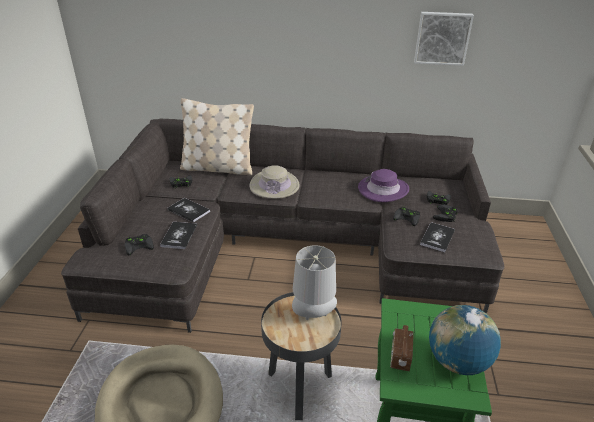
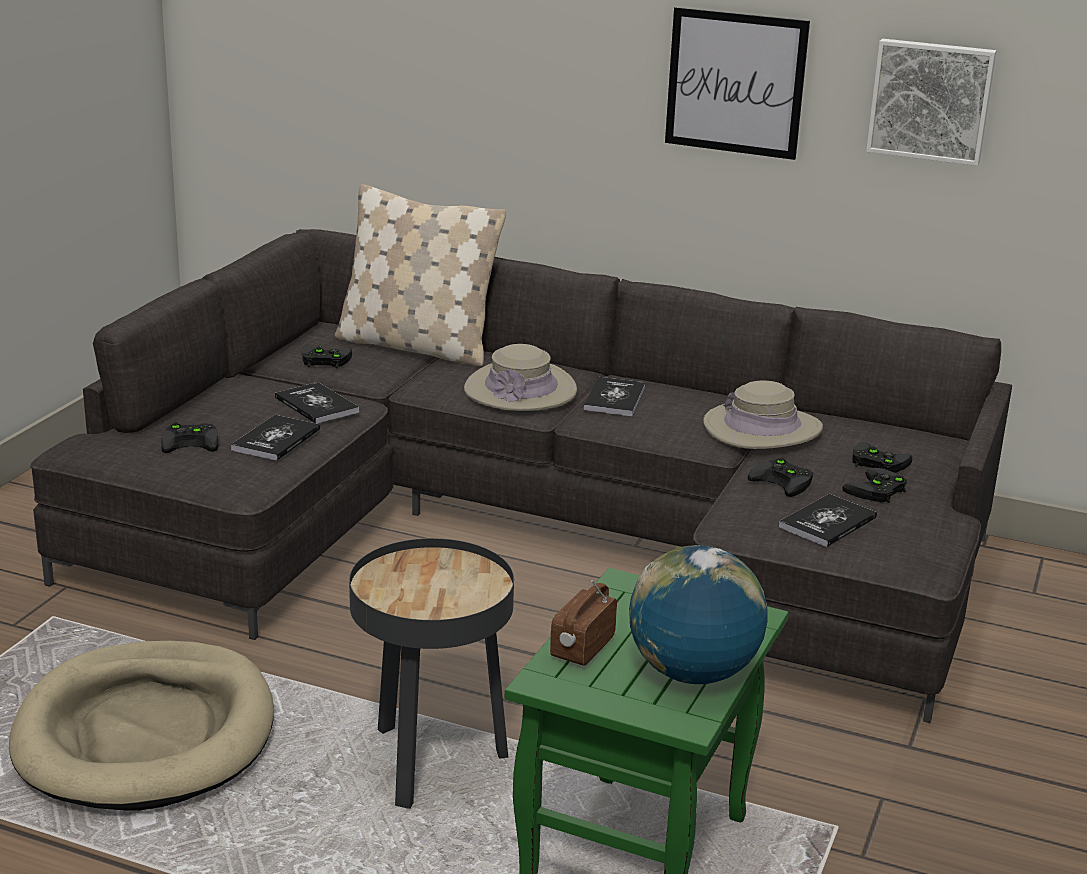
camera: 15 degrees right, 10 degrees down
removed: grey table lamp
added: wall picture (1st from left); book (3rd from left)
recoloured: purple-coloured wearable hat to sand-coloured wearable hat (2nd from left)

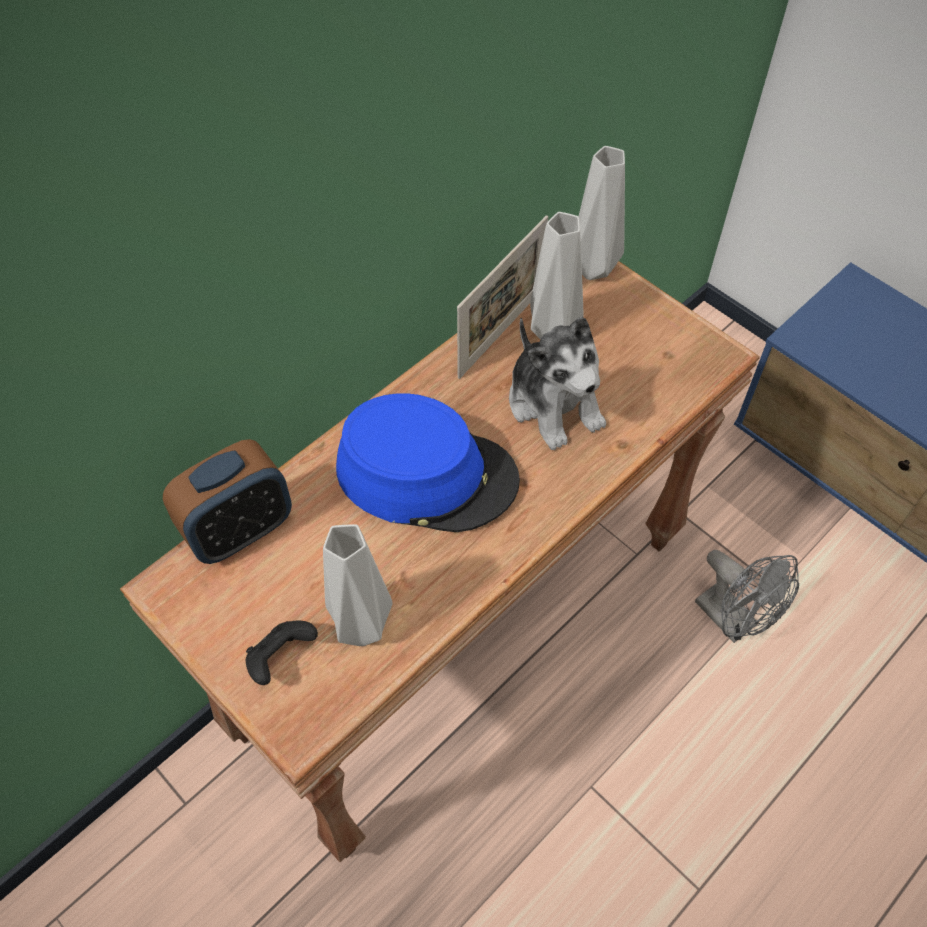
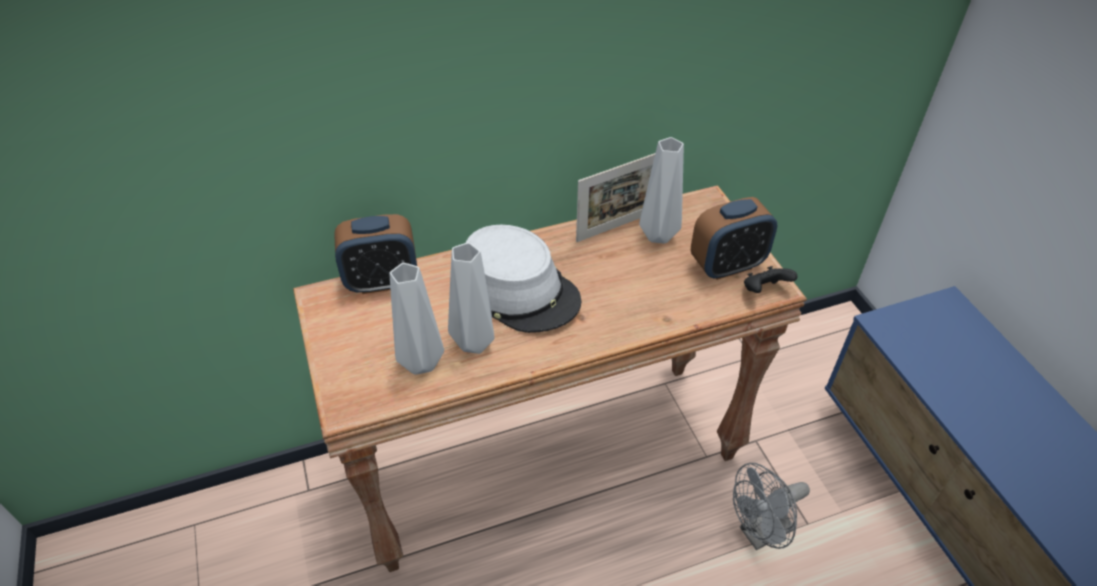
camera: 25 degrees right, 10 degrees down
removed: soft toy
added: bedside clock (2nd from left)
moved: grey flower vase (3rd from left in the first image) to grey flower vase (2nd from left); black gamepad
recoloured: bluish wearable hat to grey wearable hat
turned: grey cooling fan 75 degrees clockwise

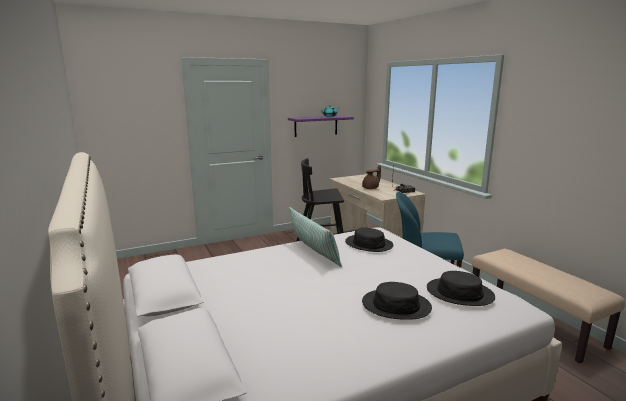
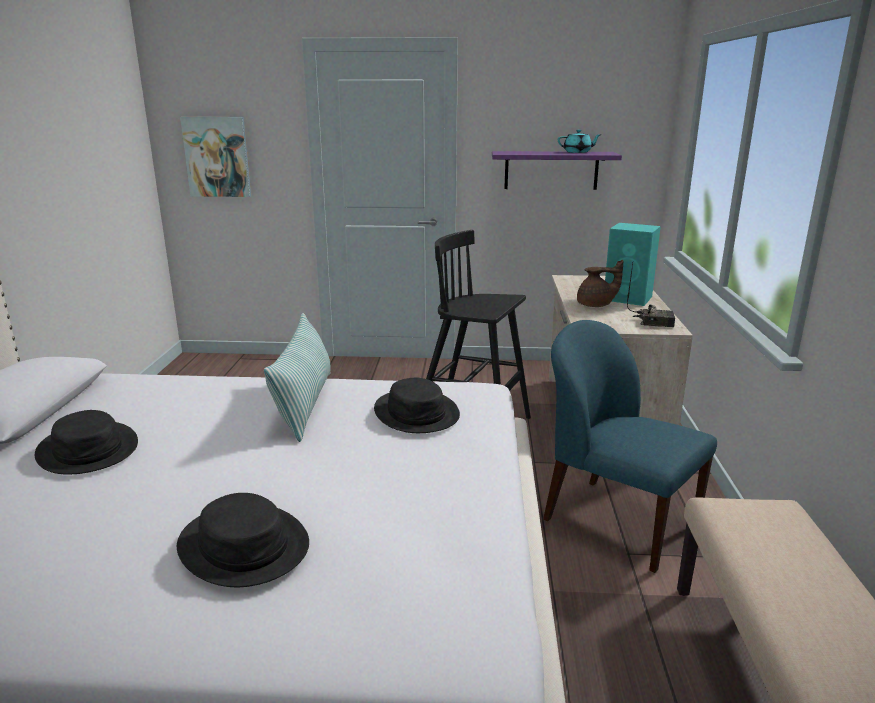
camera: 30 degrees right, 5 degrees up
added: wall picture; blue-green loudspeaker
moved: black wearable hat (3rd from left in the first image) to black wearable hat (1st from left)

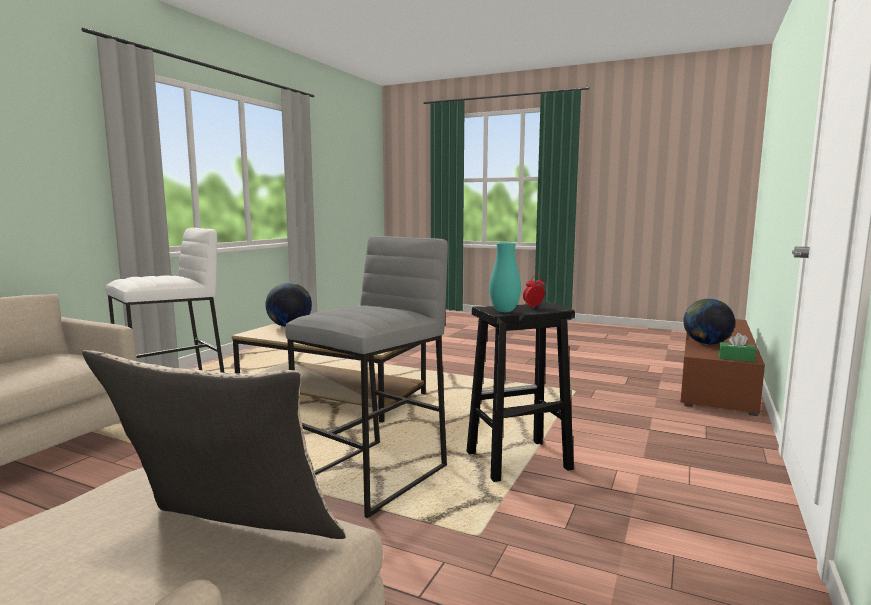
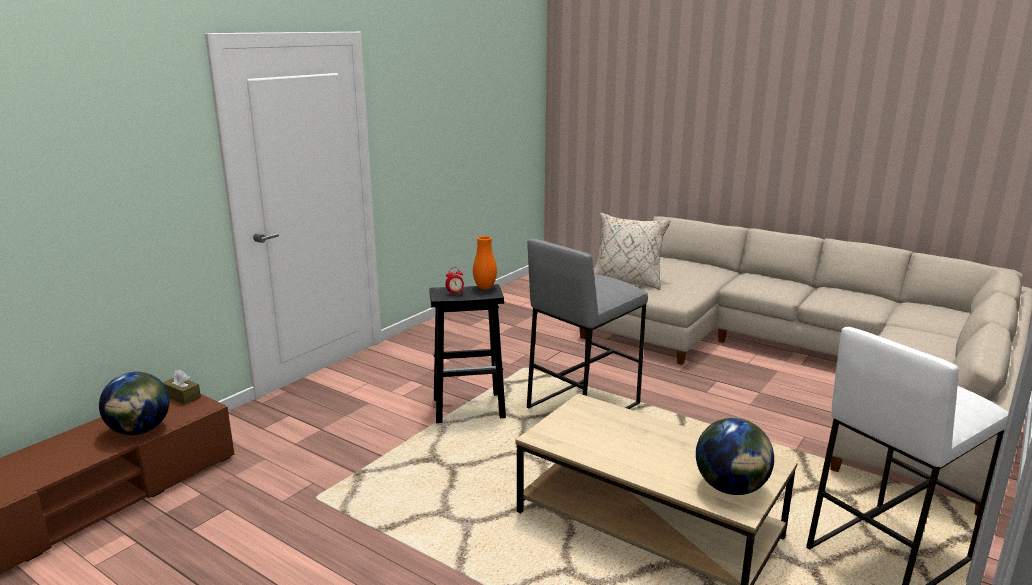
camera: 170 degrees left, 10 degrees up
recoloured: blue-green flower vase to orange flower vase; green box of tissues to brown box of tissues

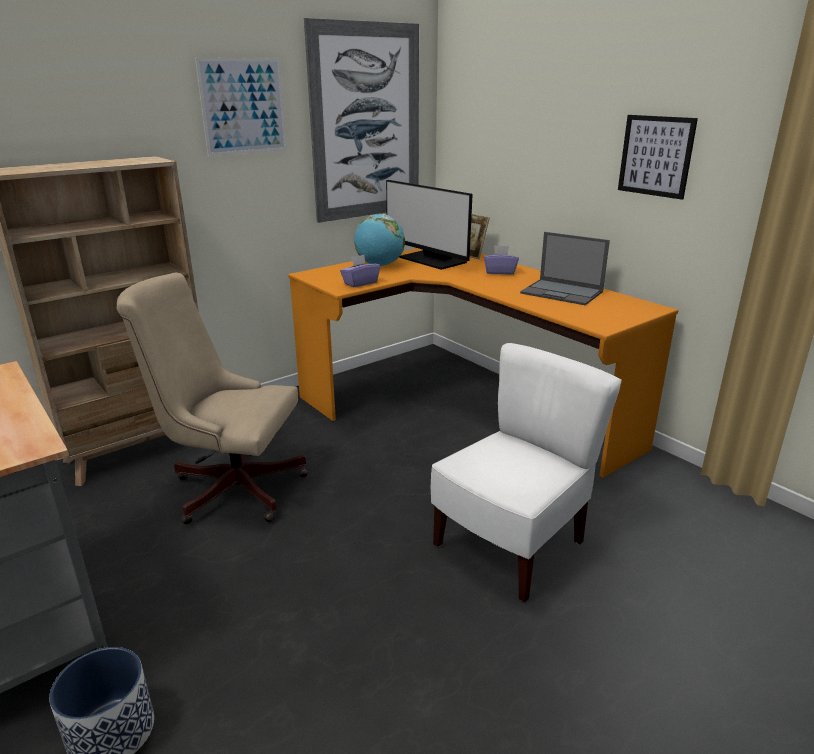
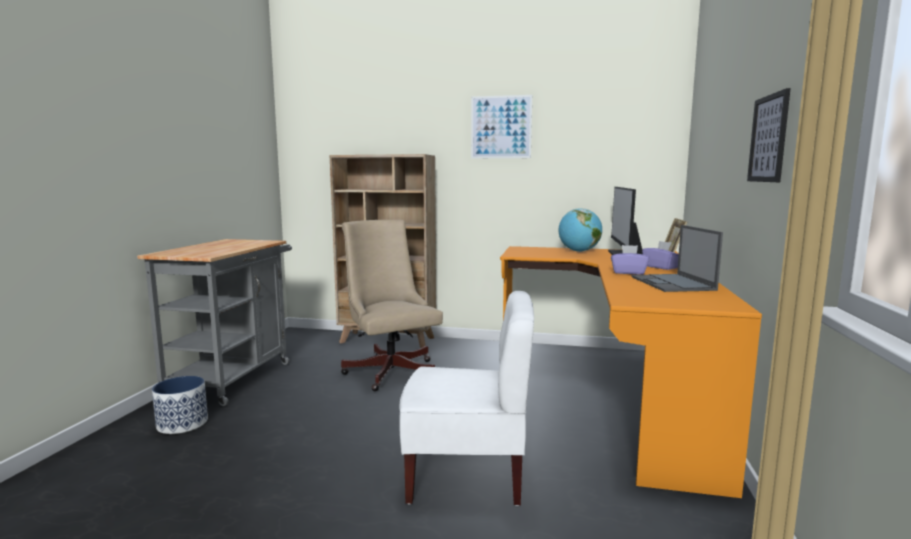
camera: 50 degrees right, 15 degrees down
removed: wall picture (2nd from left)
moved: purple-coloured box of tissues (1st from left)

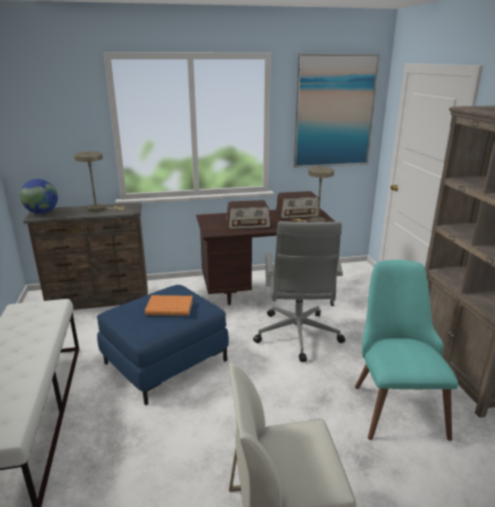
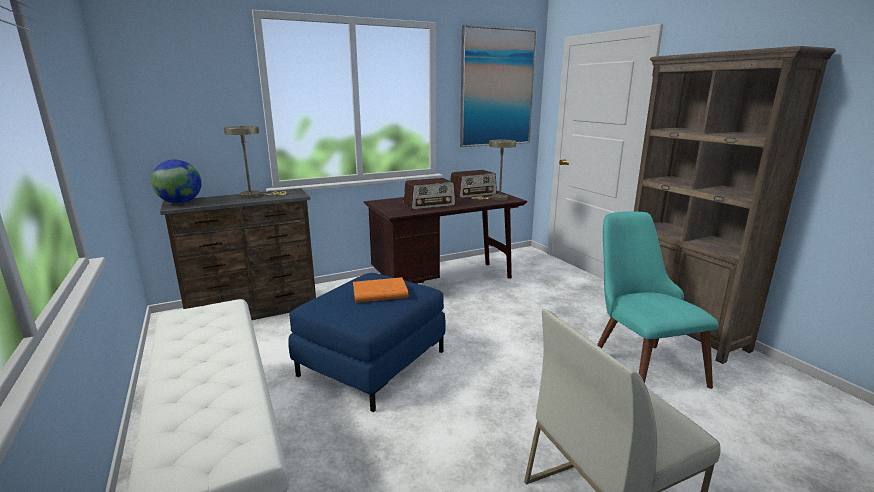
camera: 15 degrees left, 5 degrees down
removed: grey desk chair

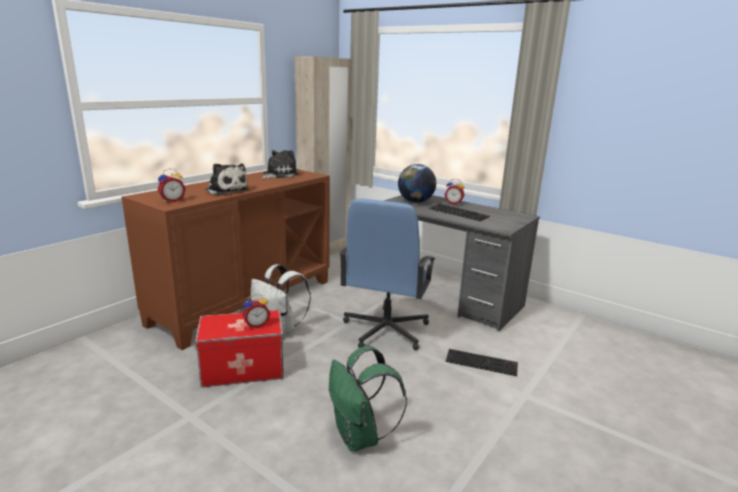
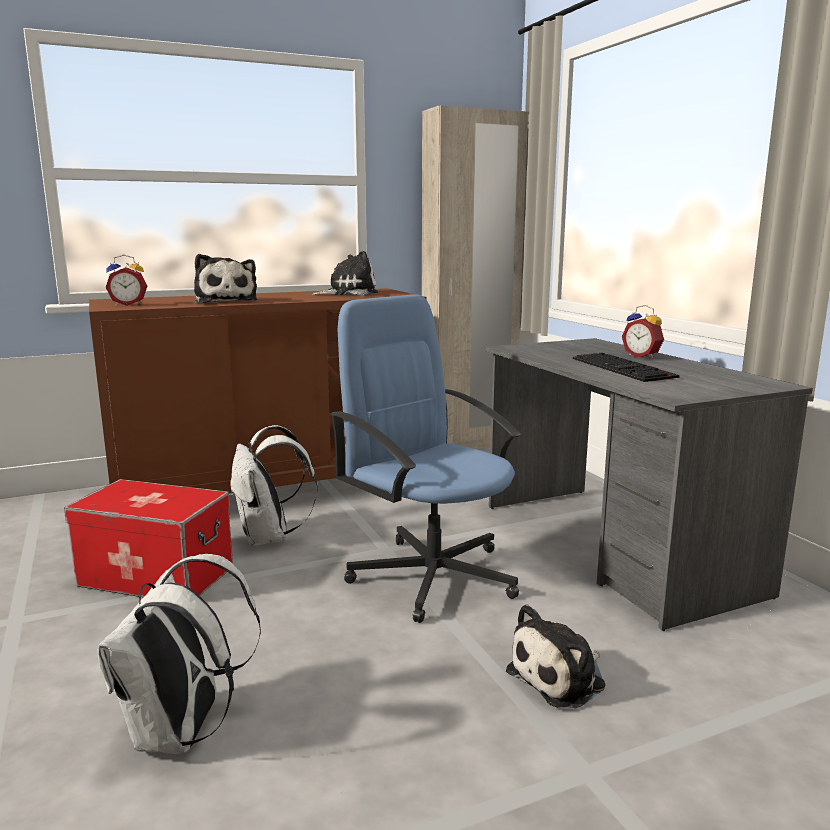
camera: 30 degrees right, 5 degrees down
removed: globe; bedside clock (2nd from left)
replaced: PC keyboard (2nd from left) to soft toy (3rd from left)
recoloured: green knapsack to whitish knapsack (1st from left)
turned: bluish desk chair 90 degrees clockwise

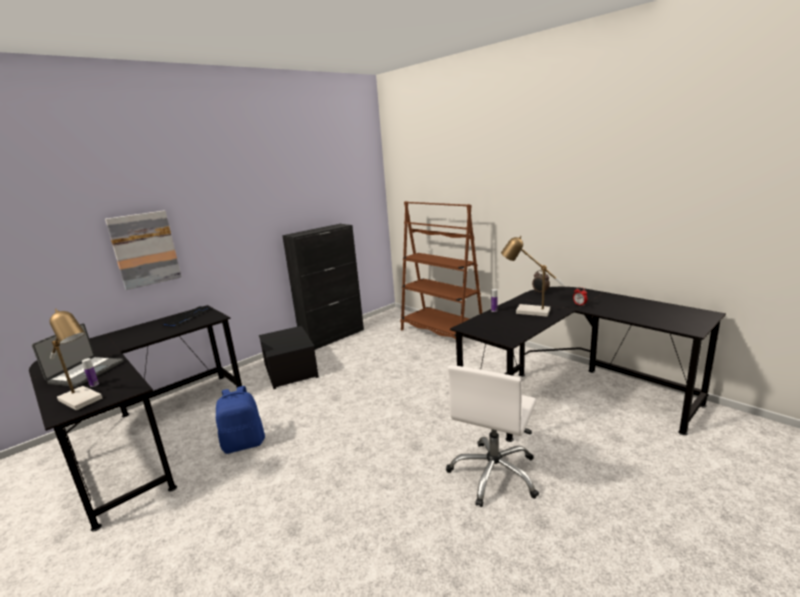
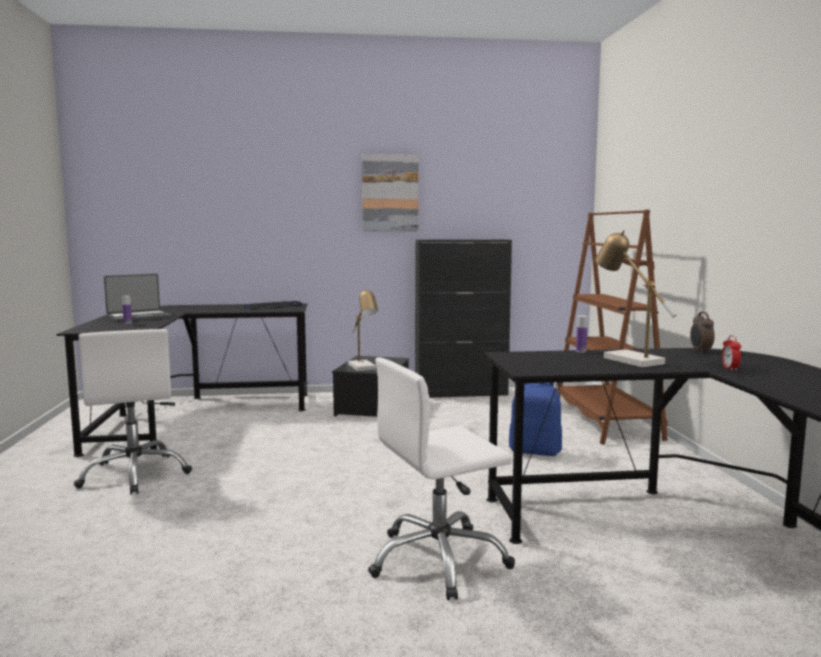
camera: 35 degrees right, 10 degrees down
added: whitish desk chair (1st from left)
moved: wall picture; table lamp (1st from left); bluish knapsack

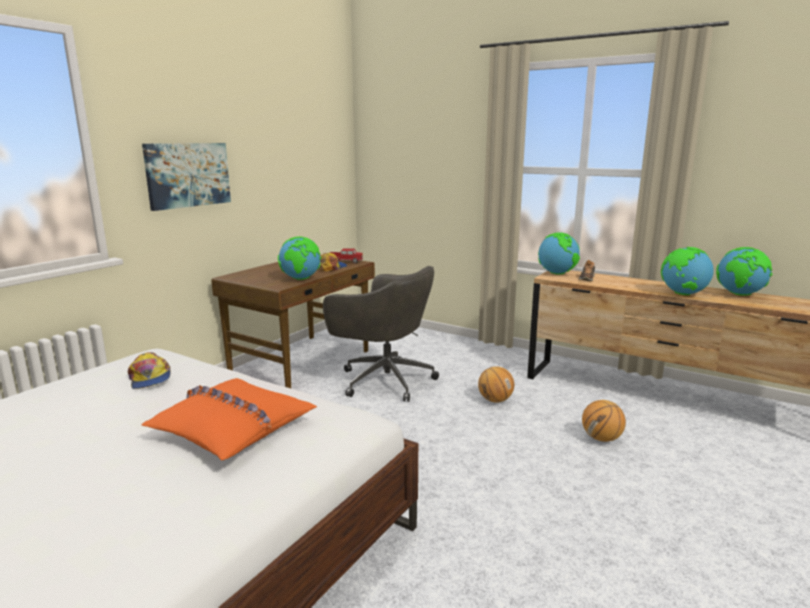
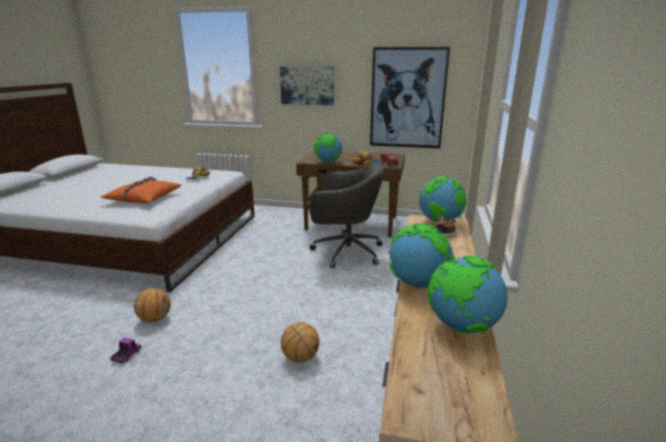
camera: 70 degrees right, 5 degrees up
added: wall picture (2nd from left); toy lorry (1st from left)
moved: basketball (1st from left)
turned: grey desk chair 90 degrees counterclockwise

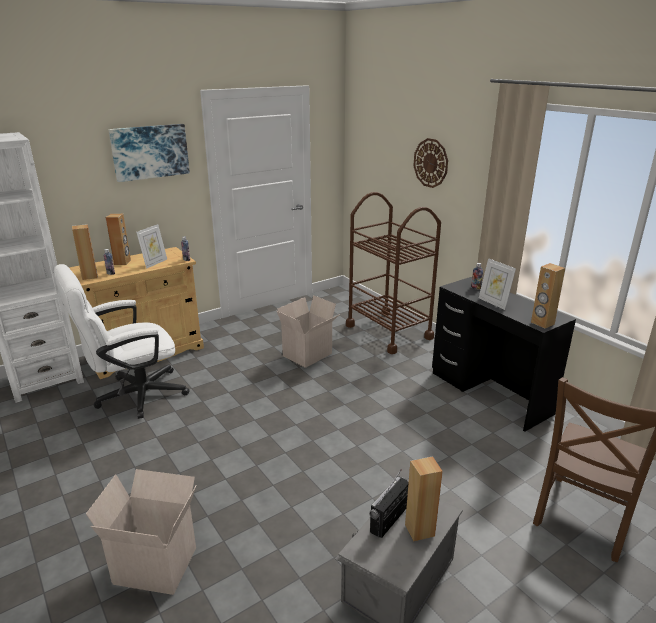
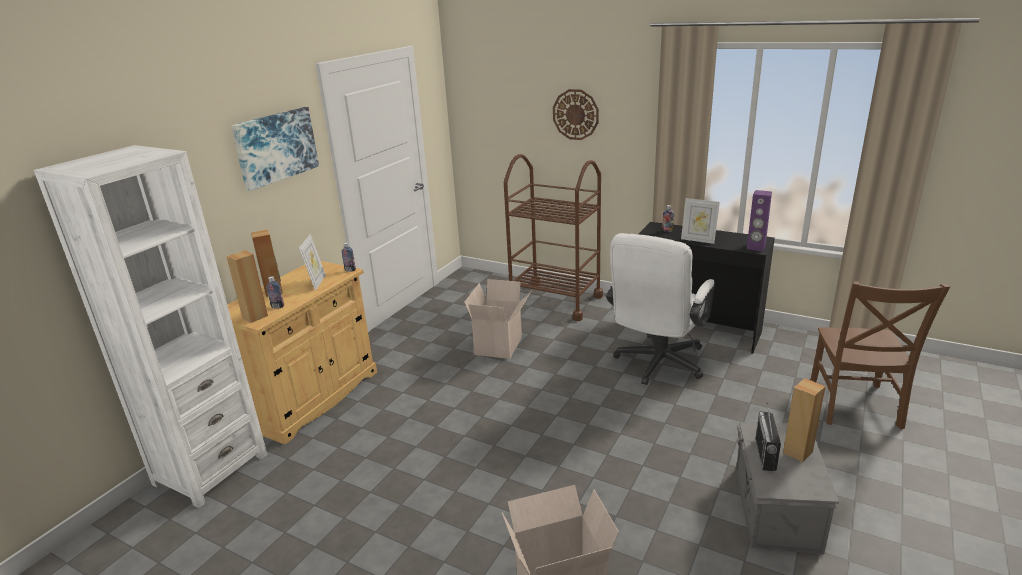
camera: 25 degrees left, 0 degrees up
moved: whitish desk chair
recoloured: brown loudspeaker (4th from left) to purple-coloured loudspeaker

